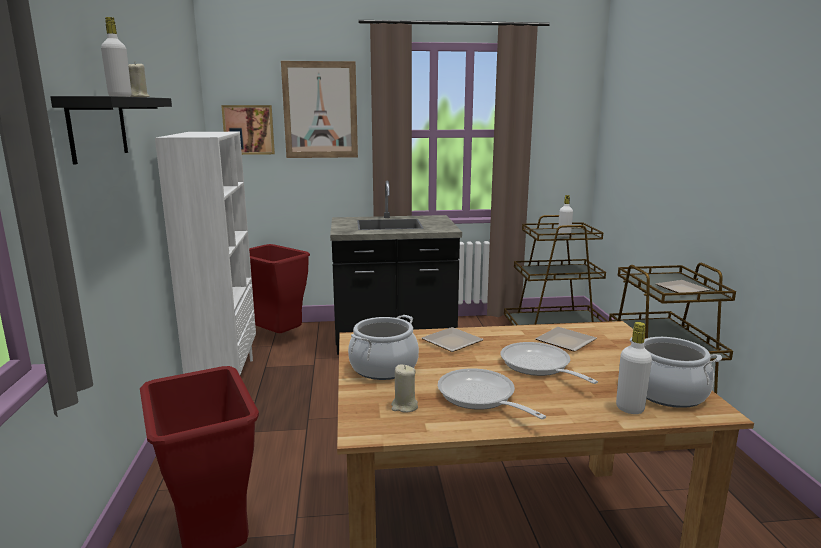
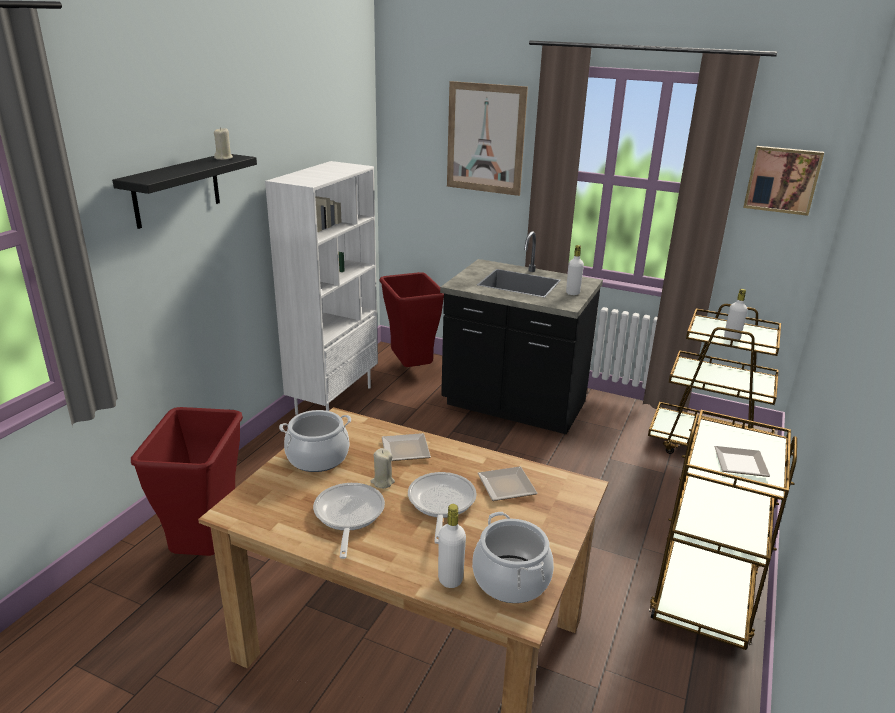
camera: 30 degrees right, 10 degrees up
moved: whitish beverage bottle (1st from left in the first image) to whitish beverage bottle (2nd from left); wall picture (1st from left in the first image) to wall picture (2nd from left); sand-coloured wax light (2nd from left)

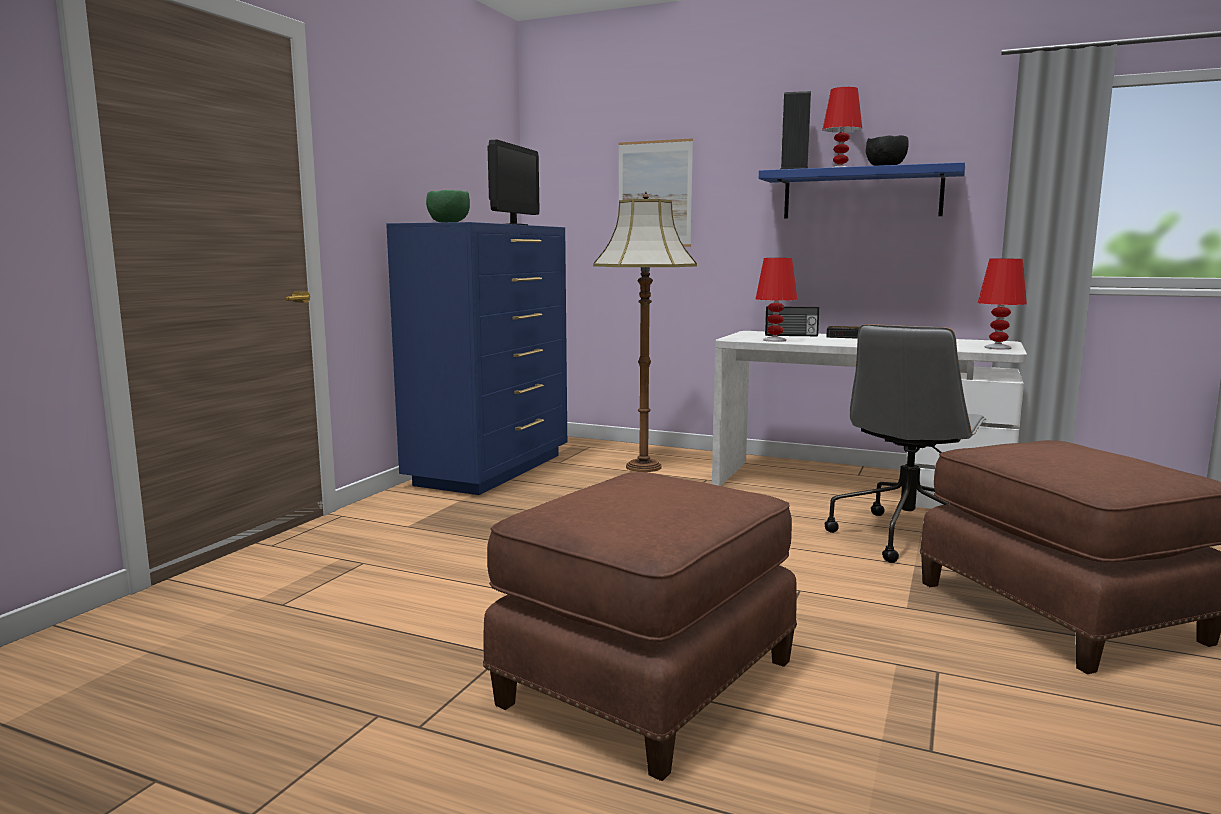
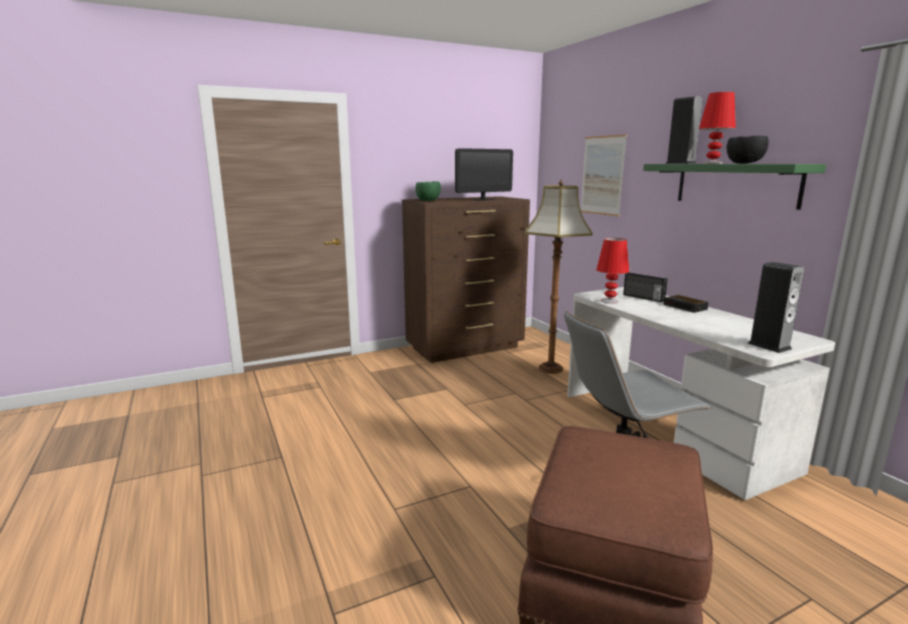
camera: 40 degrees right, 5 degrees up
removed: brown pouffe (1st from left)
replaced: reddish table lamp (3rd from left) to loudspeaker (2nd from left)
recoloured: bluish shelf to green shelf; bluish drawer chest to brown drawer chest

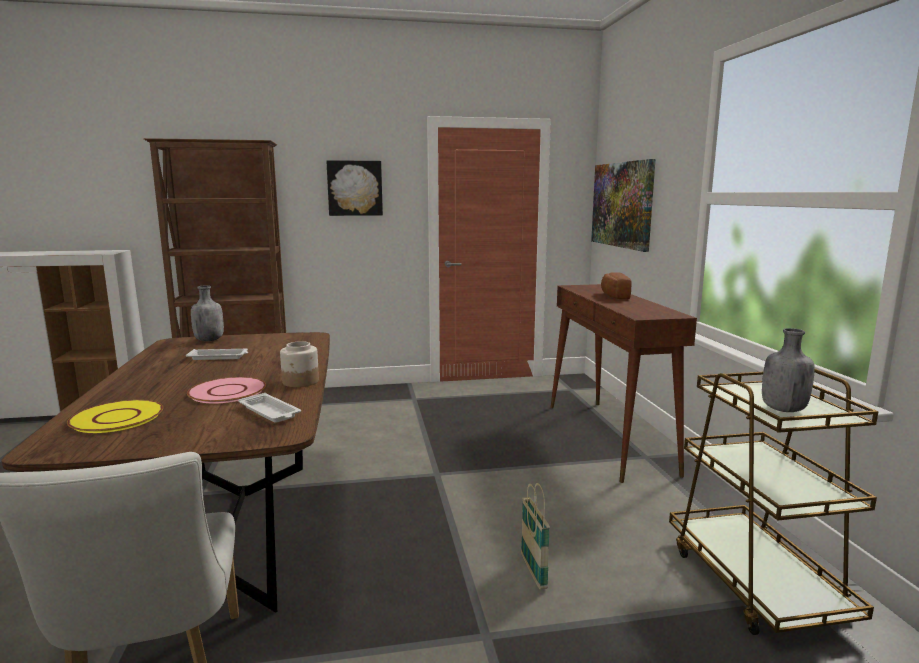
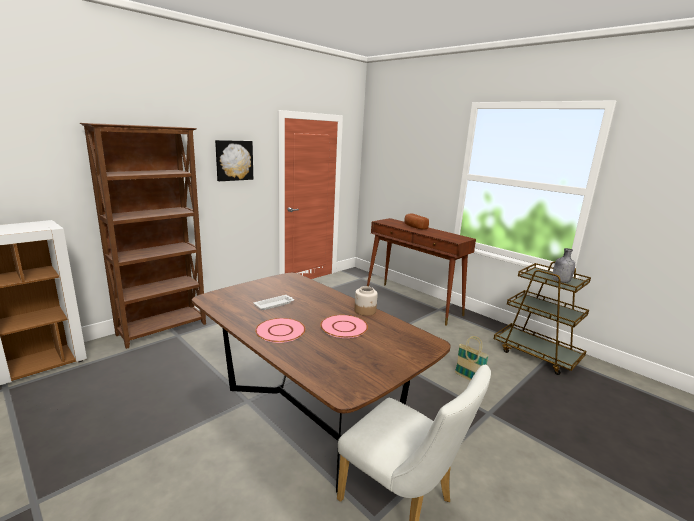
camera: 35 degrees left, 5 degrees up
removed: wall picture (2nd from left); grey beverage bottle (1st from left); whitish tray (2nd from left); yellow-coloured dinner plate
added: pinkish dinner plate (1st from left)

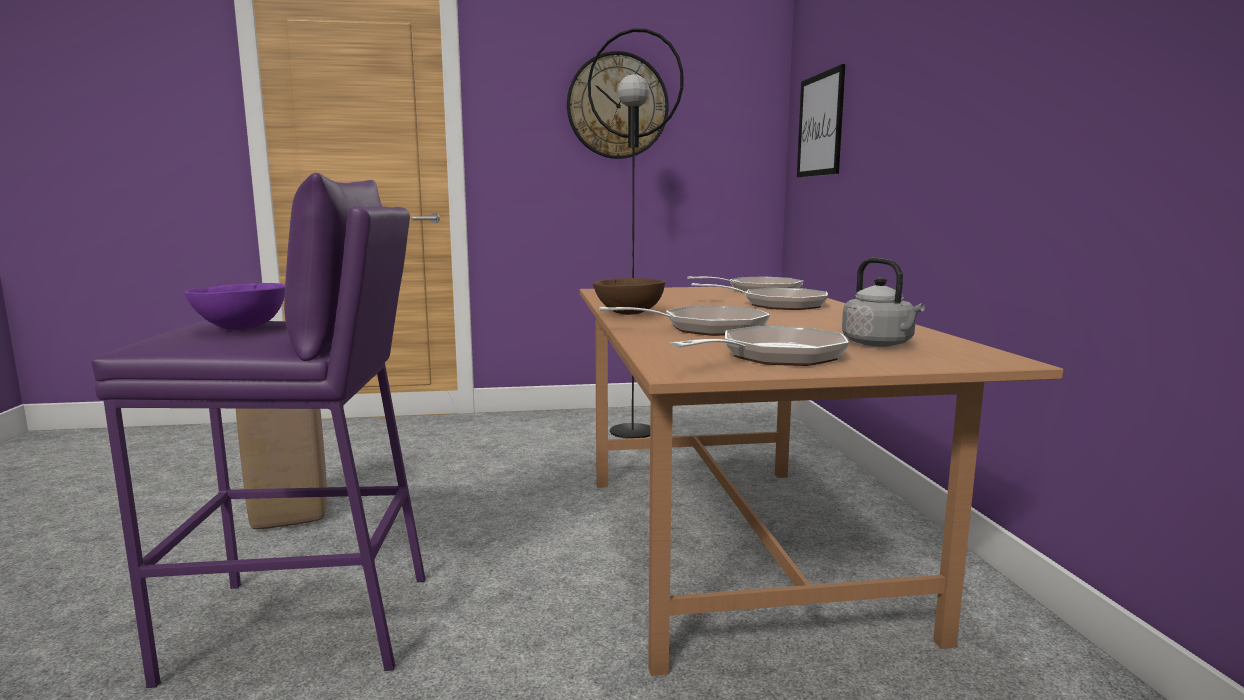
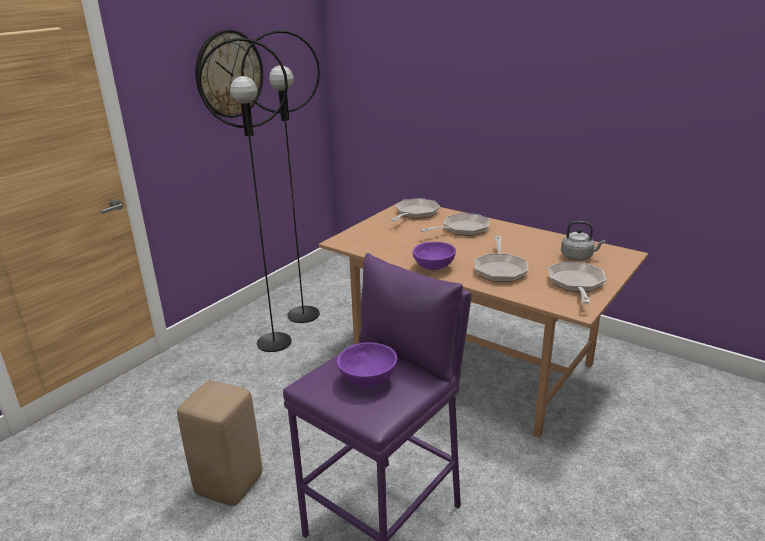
camera: 45 degrees left, 15 degrees up
removed: wall picture
added: black floor lamp (1st from left)
recoloured: brown bowl to purple-coloured bowl (2nd from left)
turned: skillet (1st from left in the first image) 150 degrees clockwise

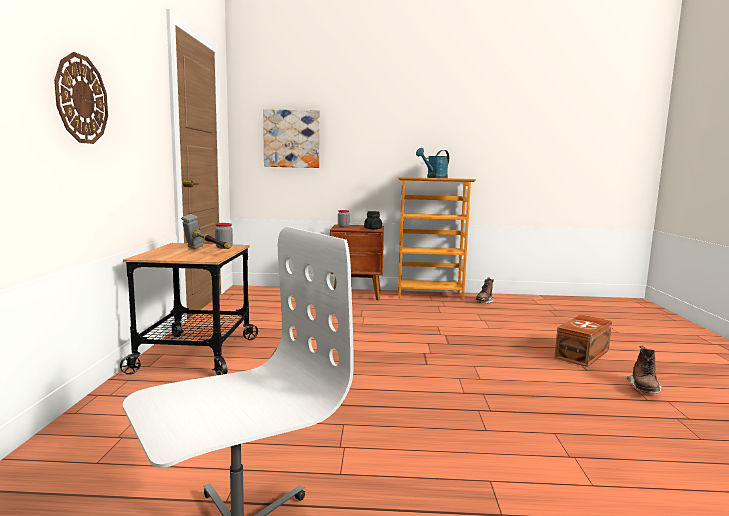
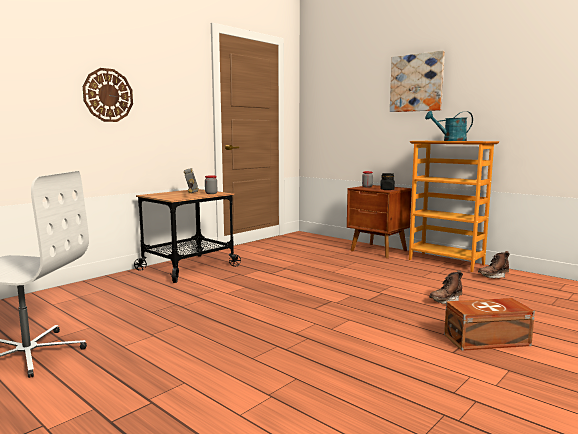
camera: 40 degrees right, 0 degrees up
moved: wall picture; brown boot (2nd from left in the first image) to brown boot (1st from left)

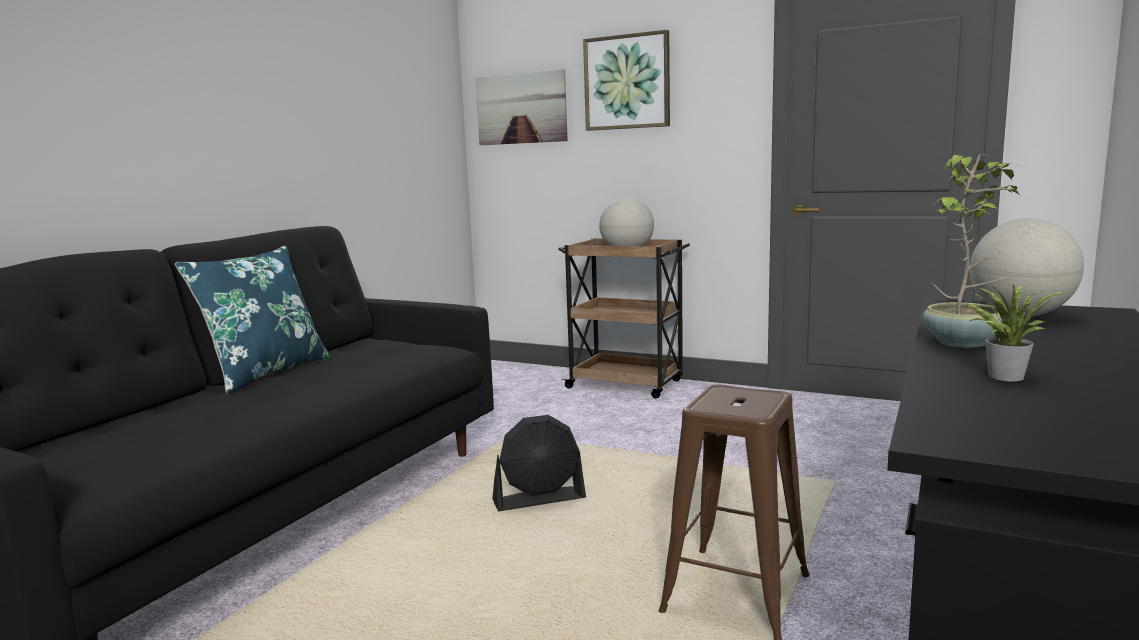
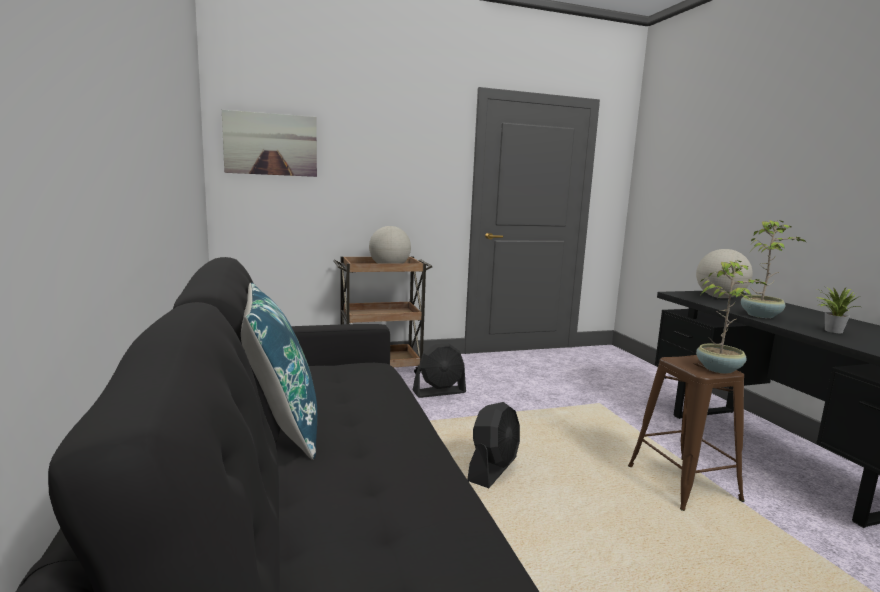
camera: 45 degrees left, 0 degrees up
removed: wall picture (2nd from left)
added: houseplant (1st from left); black cooling fan (1st from left)

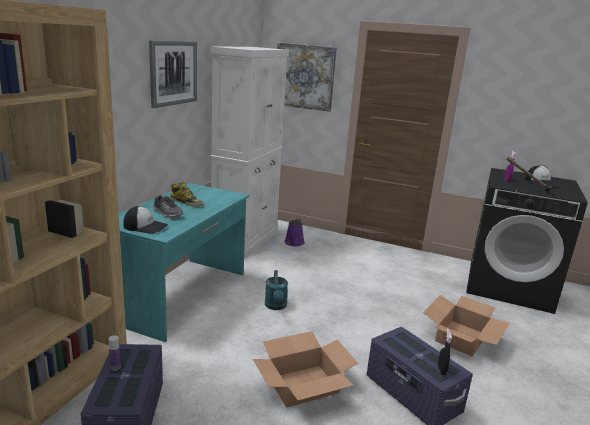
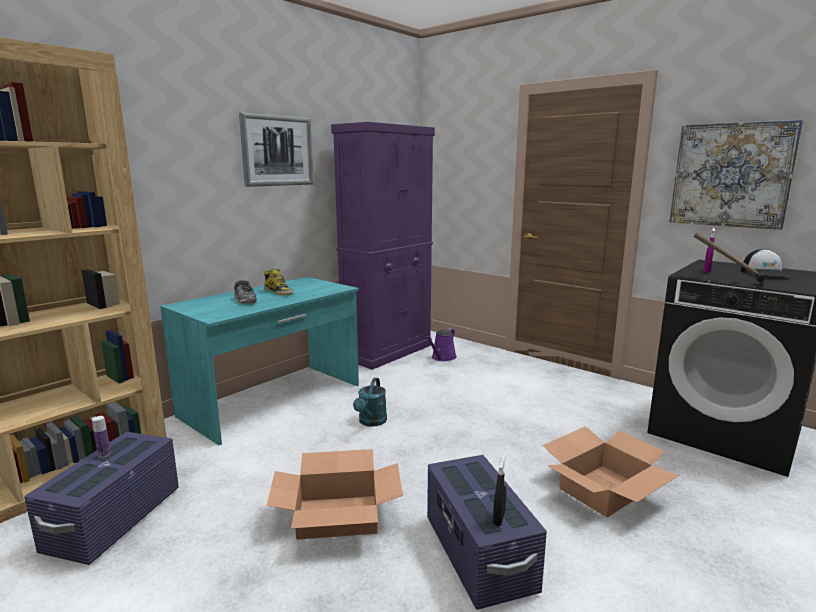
camera: 20 degrees right, 5 degrees down
removed: cap (1st from left)
moved: wall picture (2nd from left)
recoloured: whitish cabinet to purple-coloured cabinet

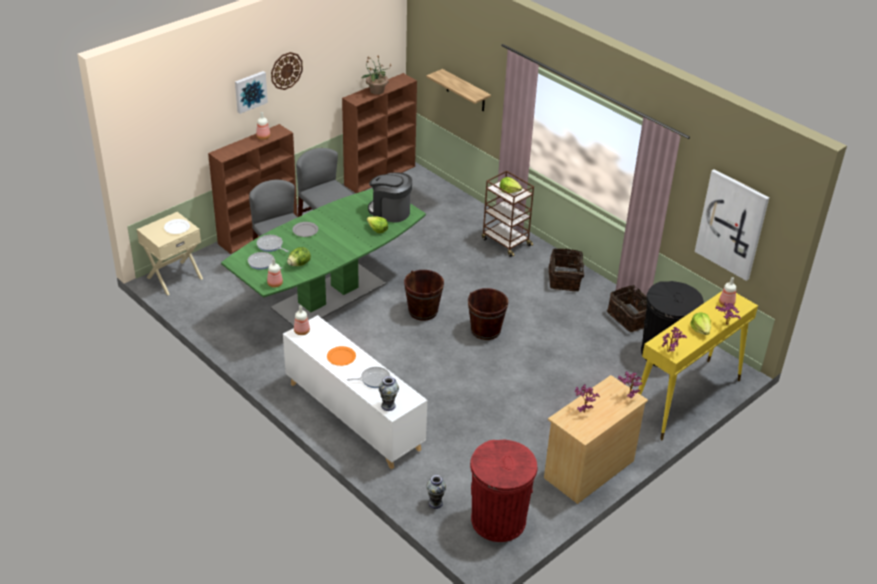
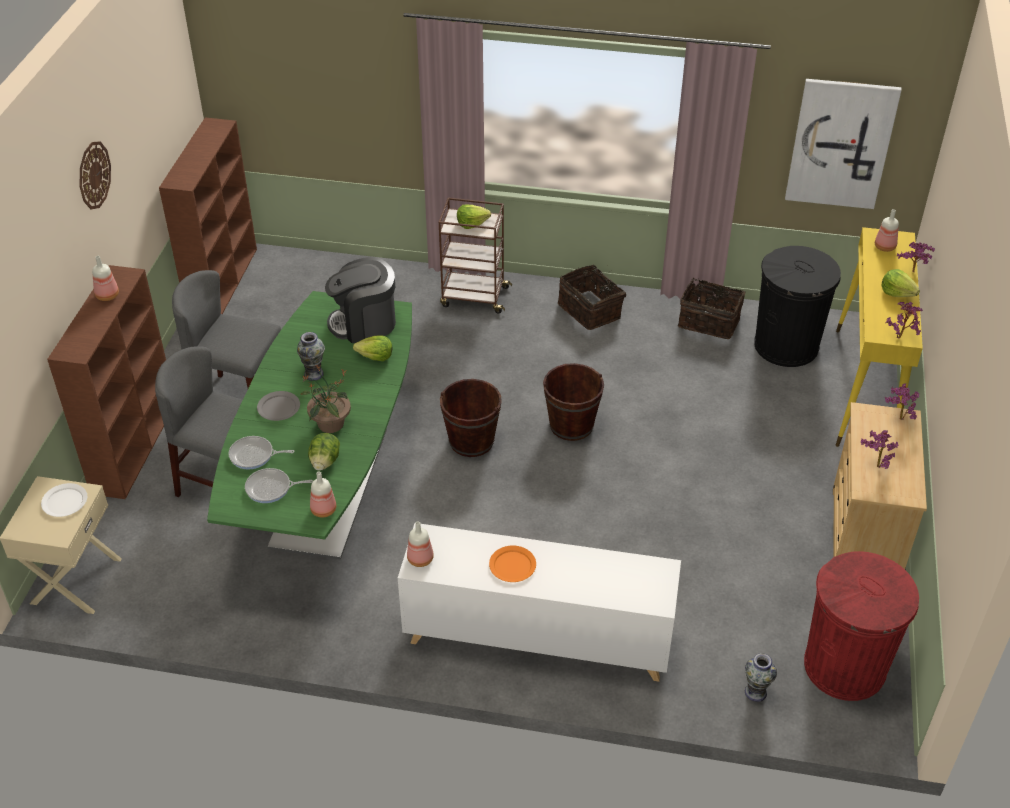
camera: 35 degrees left, 5 degrees up
removed: shelf; wall picture (1st from left); skillet (3rd from left)
moved: houseplant (1st from left); flower vase (1st from left)

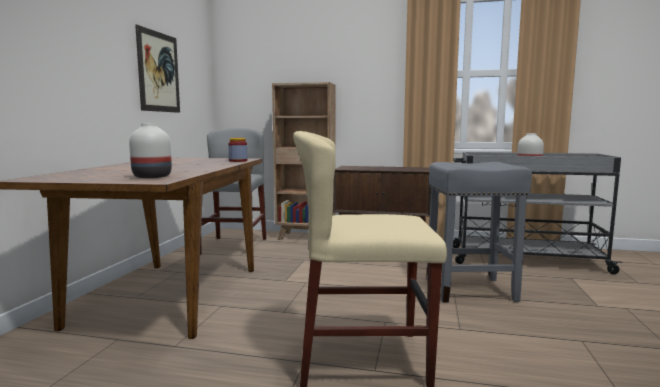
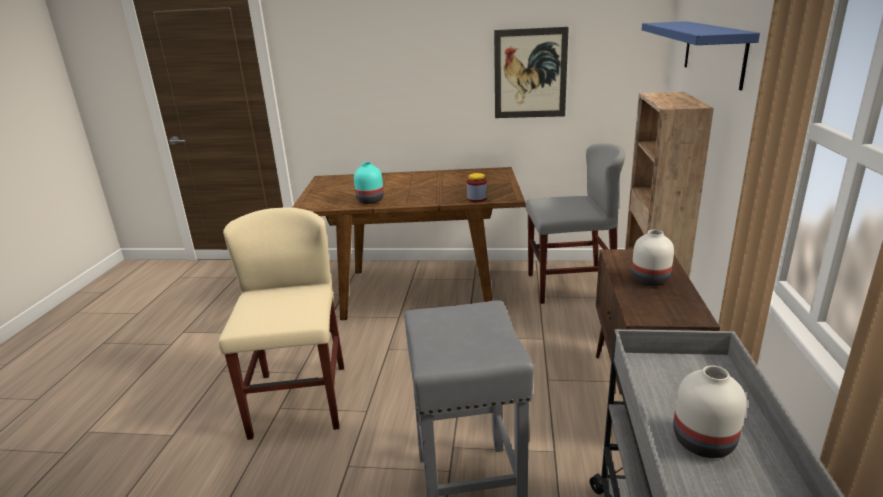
camera: 85 degrees right, 15 degrees up
added: bluish shelf; blue-green flower vase
moved: whitish flower vase (1st from left)

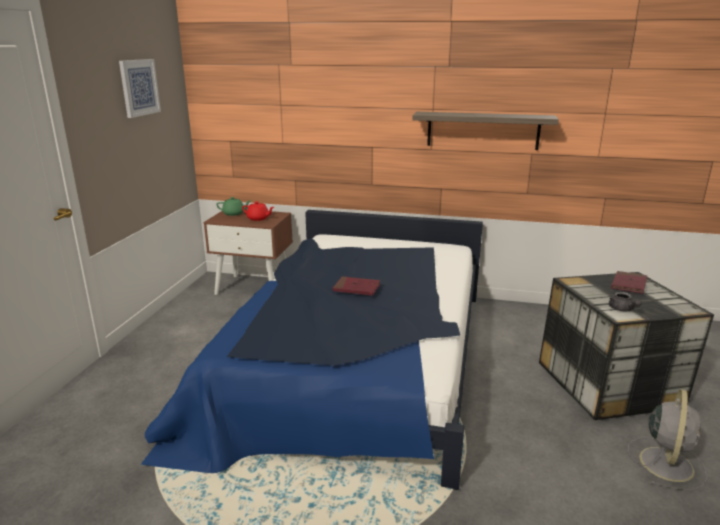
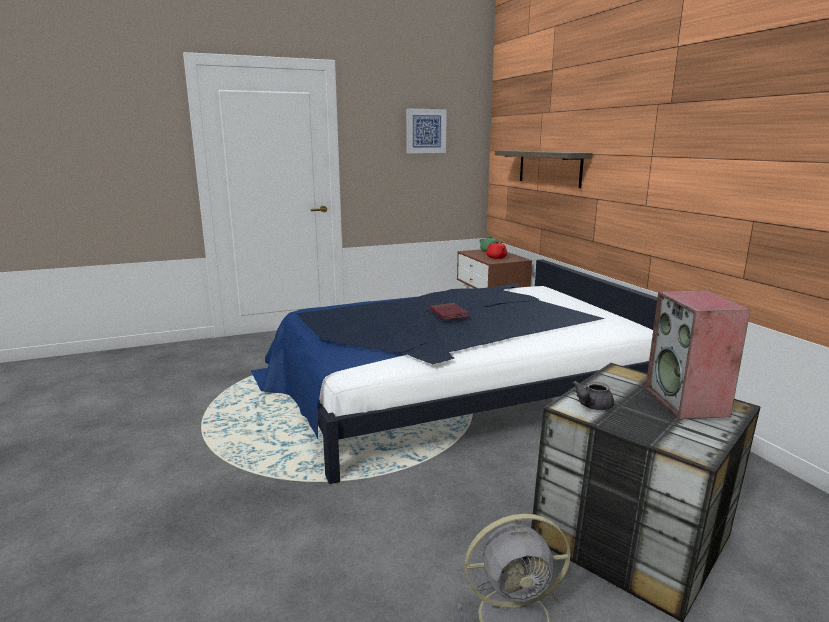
camera: 55 degrees right, 5 degrees down
moved: shelf
replaced: reddish book (2nd from left) to loudspeaker

